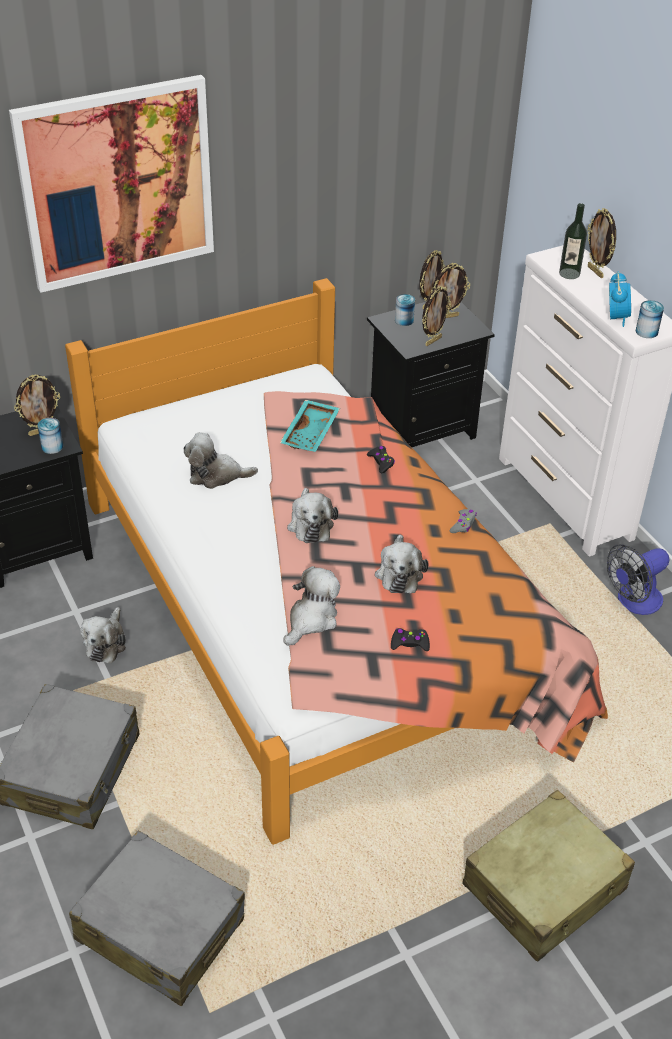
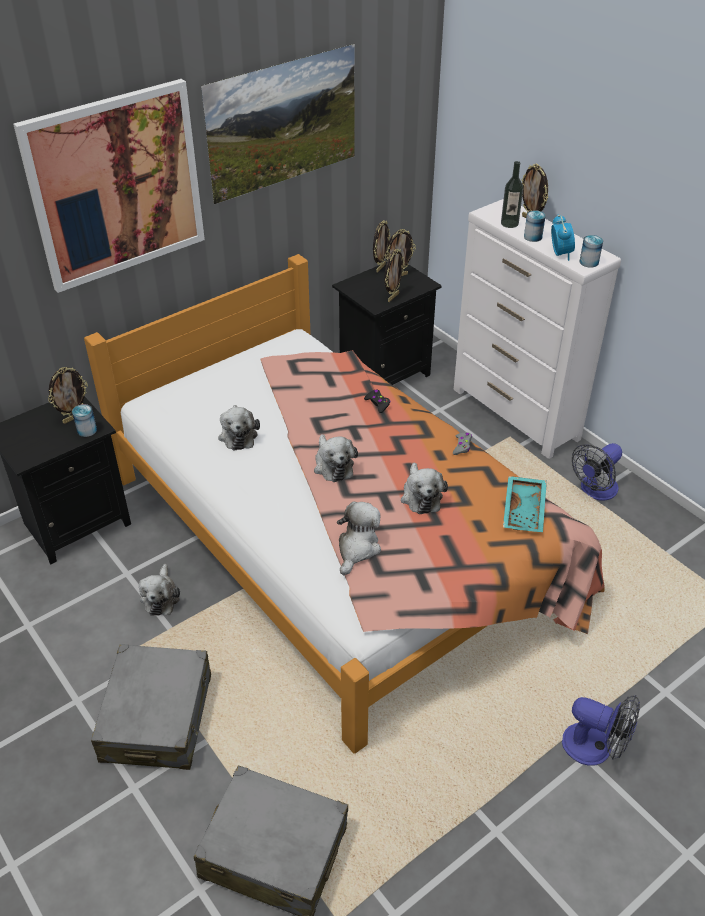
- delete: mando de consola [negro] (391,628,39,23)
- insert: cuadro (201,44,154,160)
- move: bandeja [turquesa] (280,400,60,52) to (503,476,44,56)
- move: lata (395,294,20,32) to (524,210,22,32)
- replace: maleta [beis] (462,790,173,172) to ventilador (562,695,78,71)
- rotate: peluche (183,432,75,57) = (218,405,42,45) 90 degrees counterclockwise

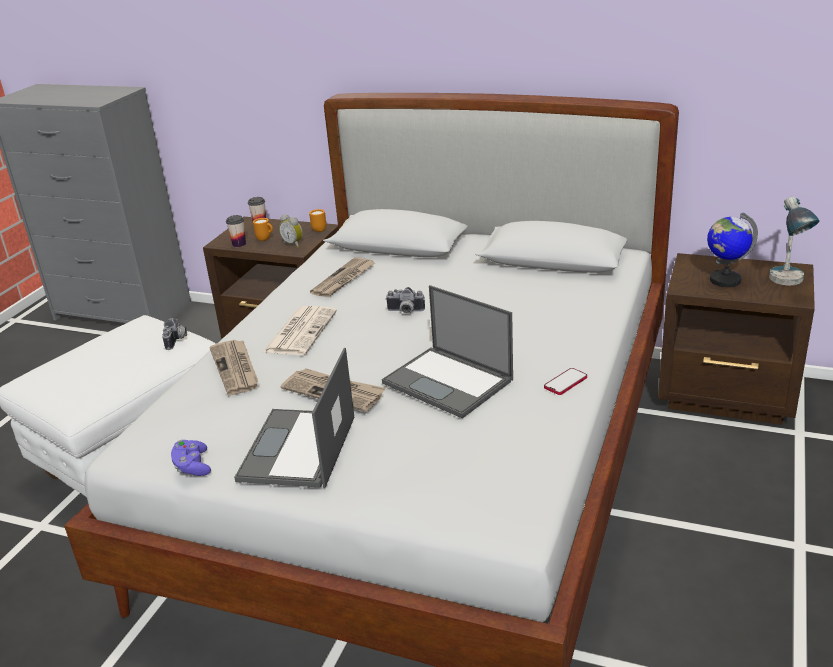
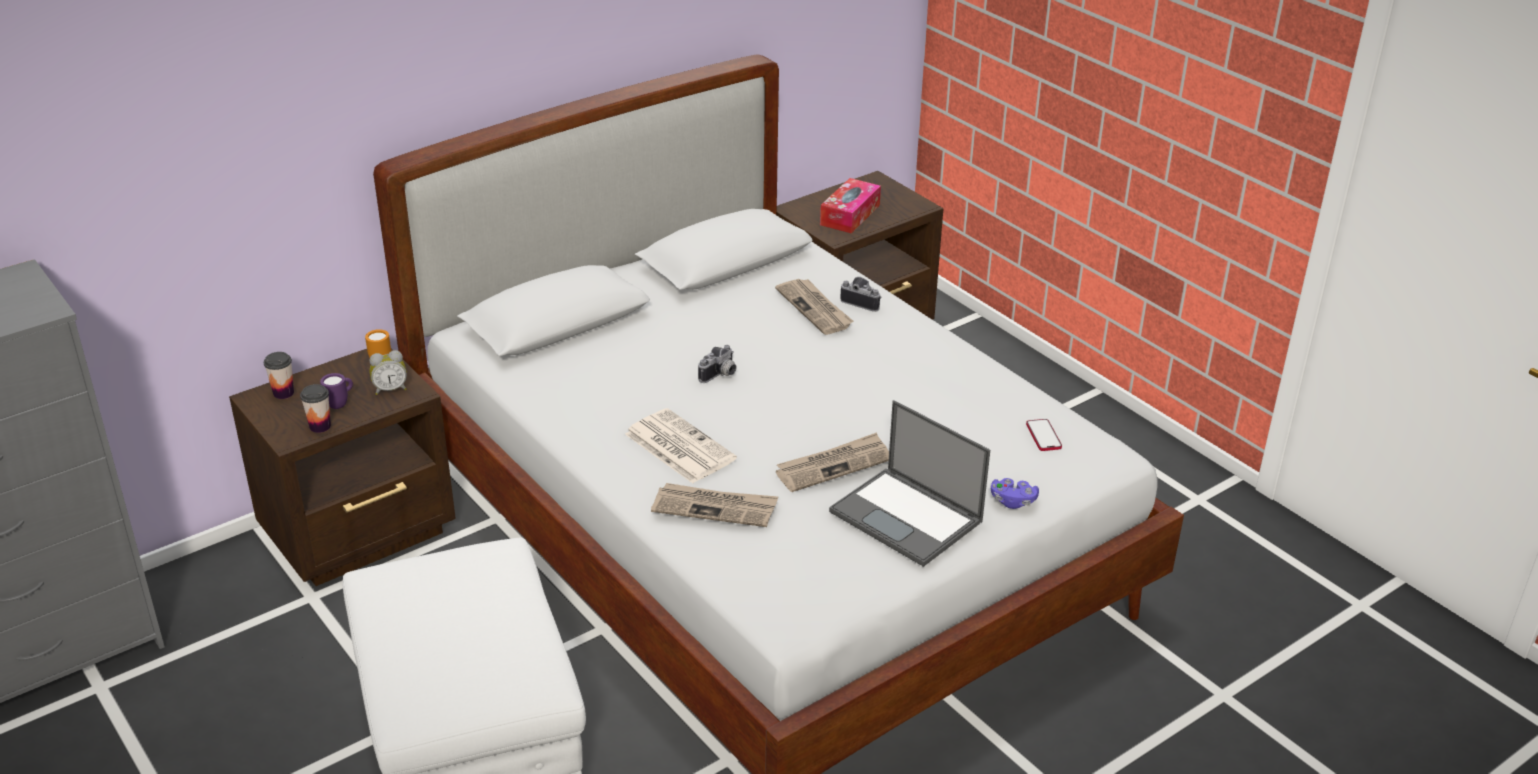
- delete: portátil (382,285,131,133)
- delete: lámpara de mesa (769,196,50,90)
- move: cámara (162,318,25,32) to (840,277,42,35)
- move: mando de consola [morado] (171,440,40,36) to (991,478,48,31)
- move: periódico (310,257,65,40) to (775,279,78,56)
- move: móvil (544,368,43,27) to (1026,419,36,32)
- replace: globo terráqueo (707,213,51,74) to caja de pañuelos (820,178,61,56)
- recolor: taza grande [naranja] (253,218,20,23) to taza grande [morado] (320,373,33,36)

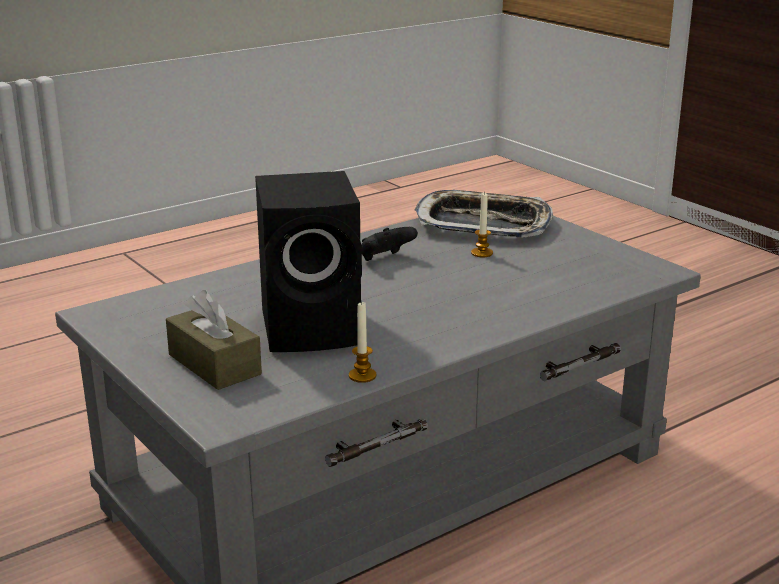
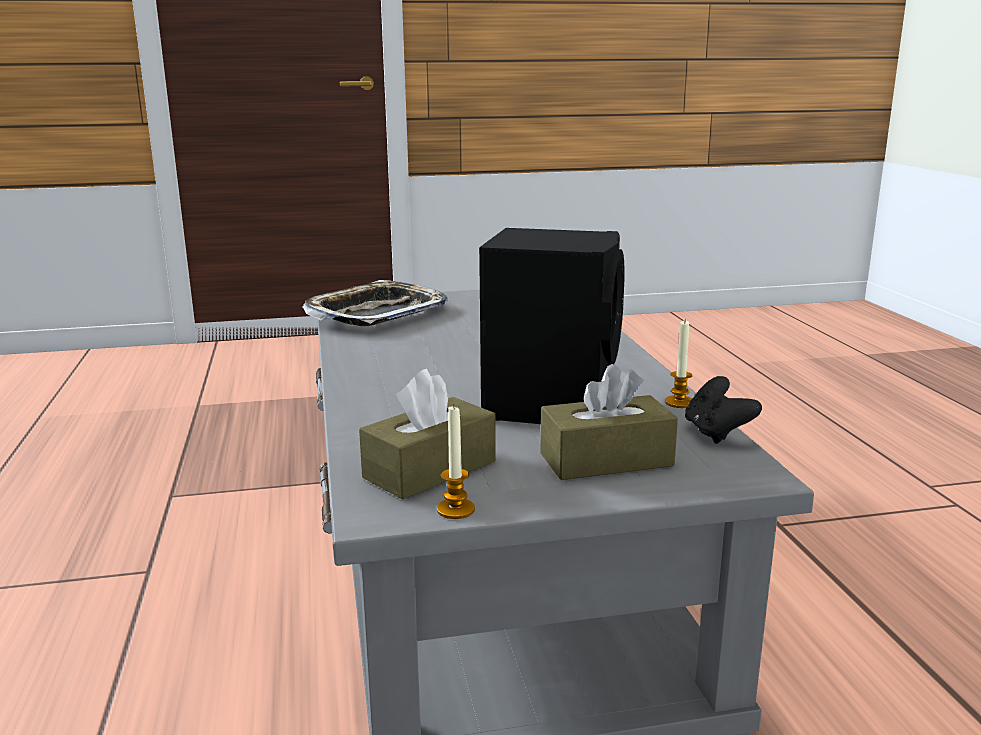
- insert: caja de pañuelos [marrón] (359,369,137,131)
- move: mando de consola [negro] (361,227,57,34) to (685,376,77,68)
- move: vela (471,191,22,66) to (437,404,38,115)

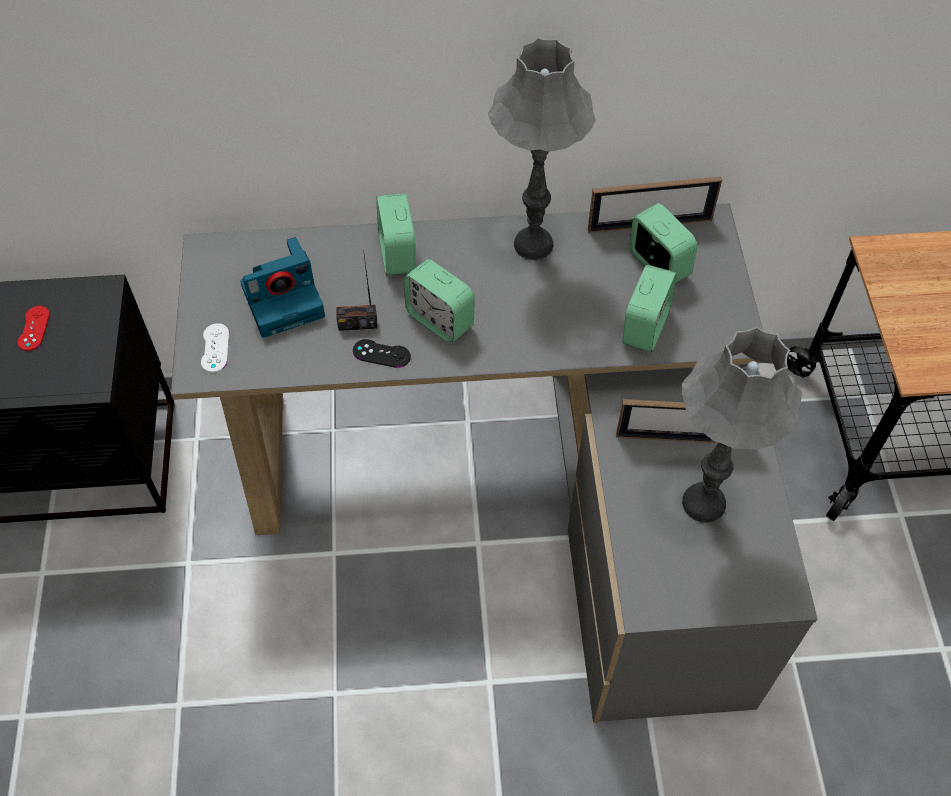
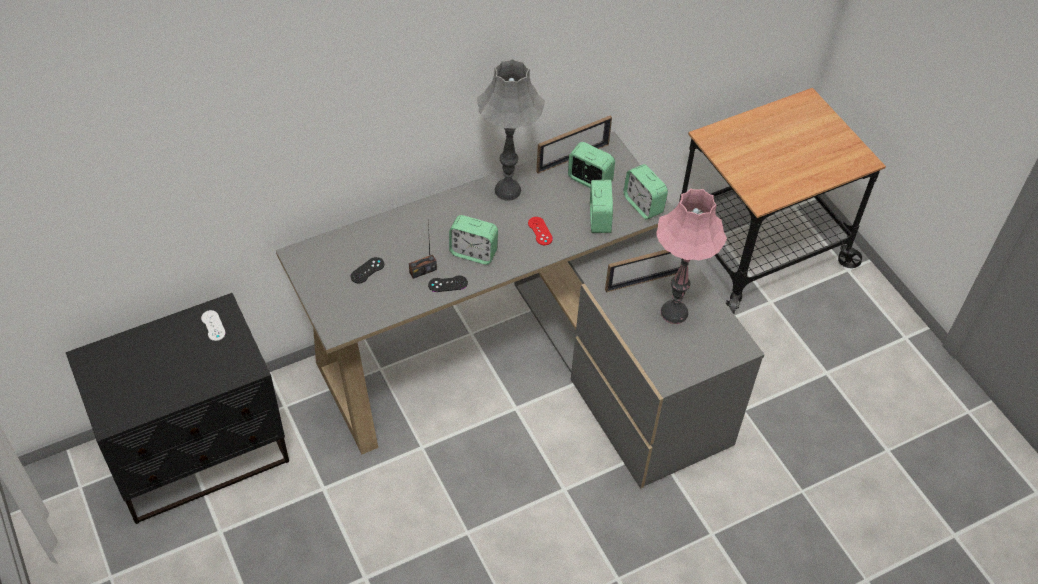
- move: mando de consola [rojo] (18,306,32,45) to (528,217,25,28)
- move: mando de consola [blanco] (201,323,28,50) to (201,310,25,31)
- move: despertador (376,193,40,82) to (623,164,45,56)
- replace: cámara (240,237,85,101) to mando de consola [negro] (350,257,34,27)
- recolor: lámpara de mesa [gris] (682,326,120,197) to lámpara de mesa [rosa] (656,189,71,135)

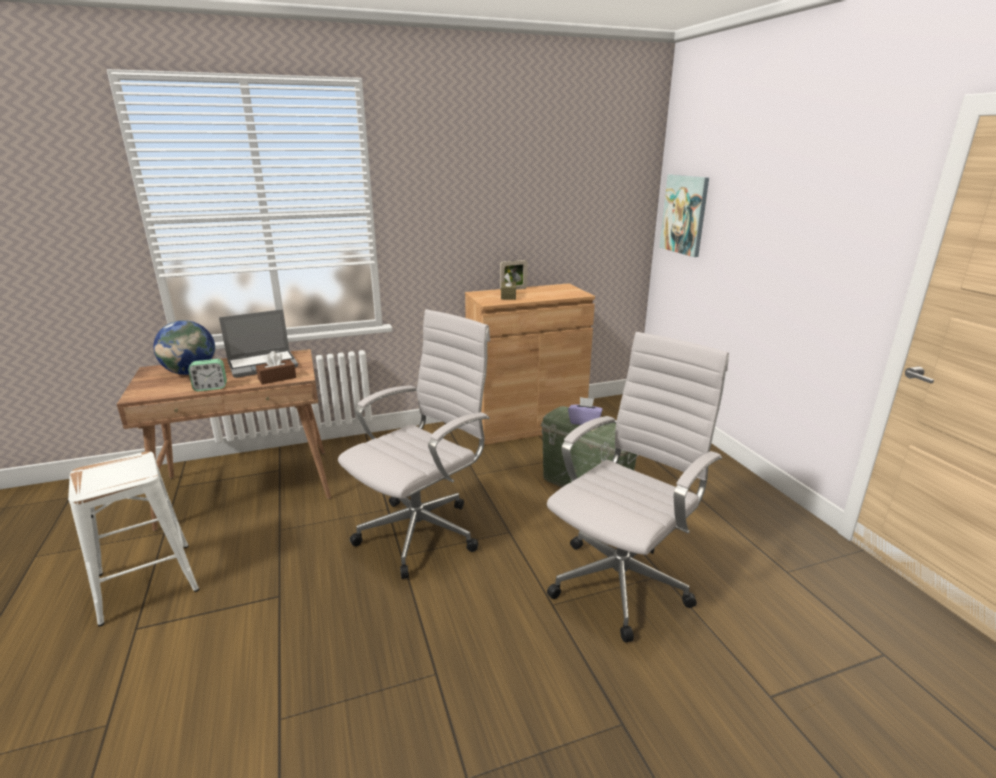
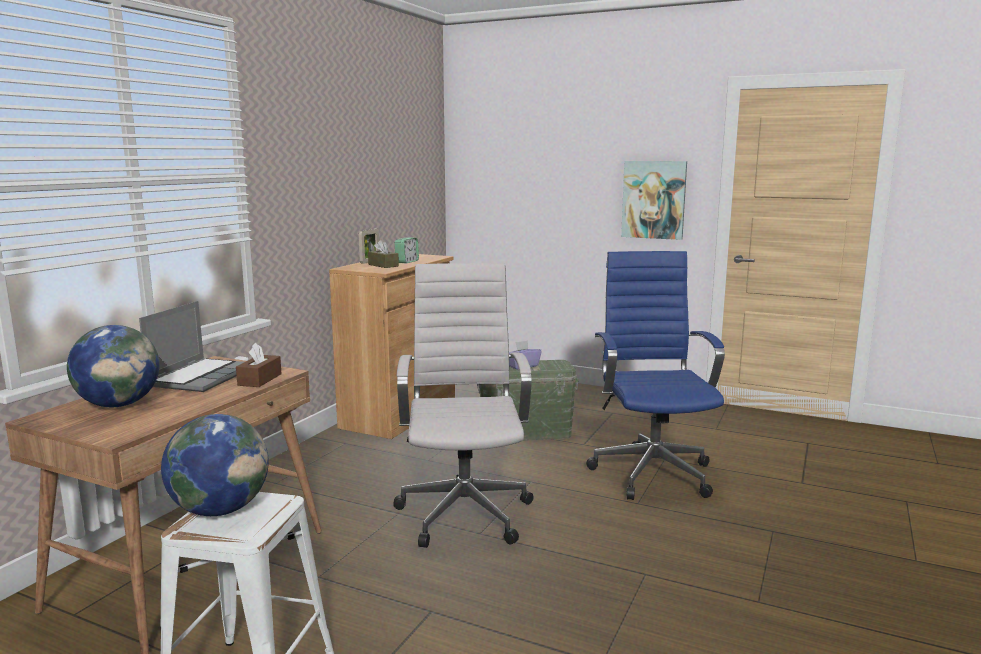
- insert: globo terráqueo (161,414,108,102)
- move: despertador (188,359,39,32) to (395,238,24,25)
- move: cuadro (659,175,50,82) to (621,161,66,79)
- recolor: silla de oficina [blanco] (547,332,182,310) to silla de oficina [azul] (586,251,139,249)

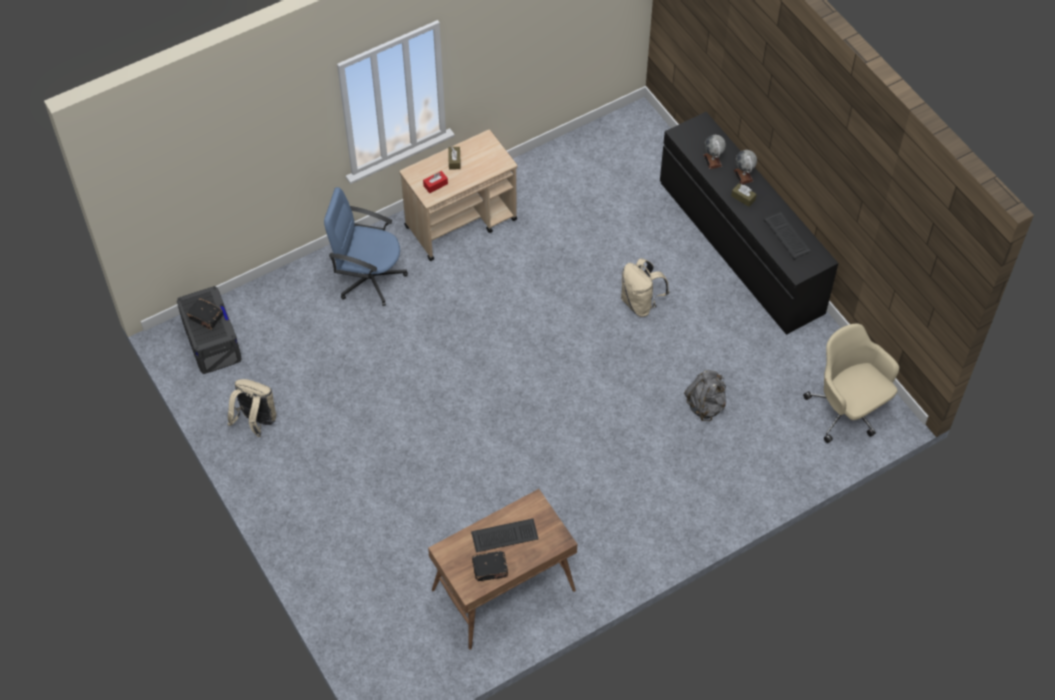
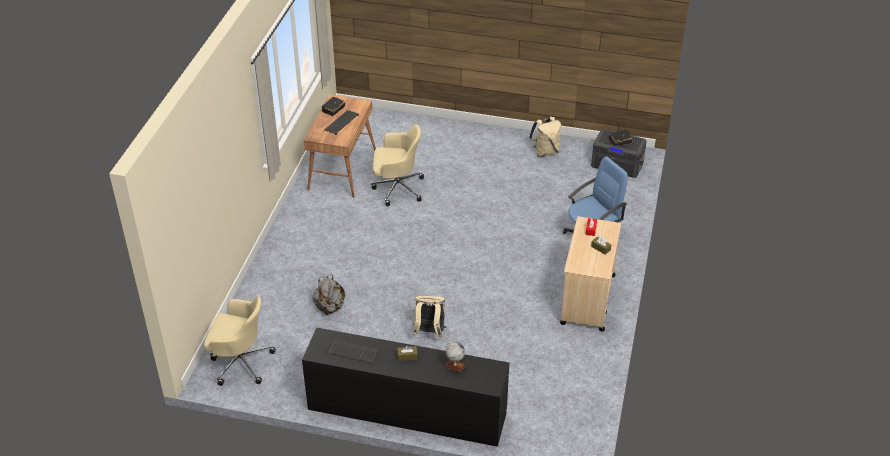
- delete: globo terráqueo (734,150,23,35)
- insert: silla de oficina [beis] (371,124,53,82)

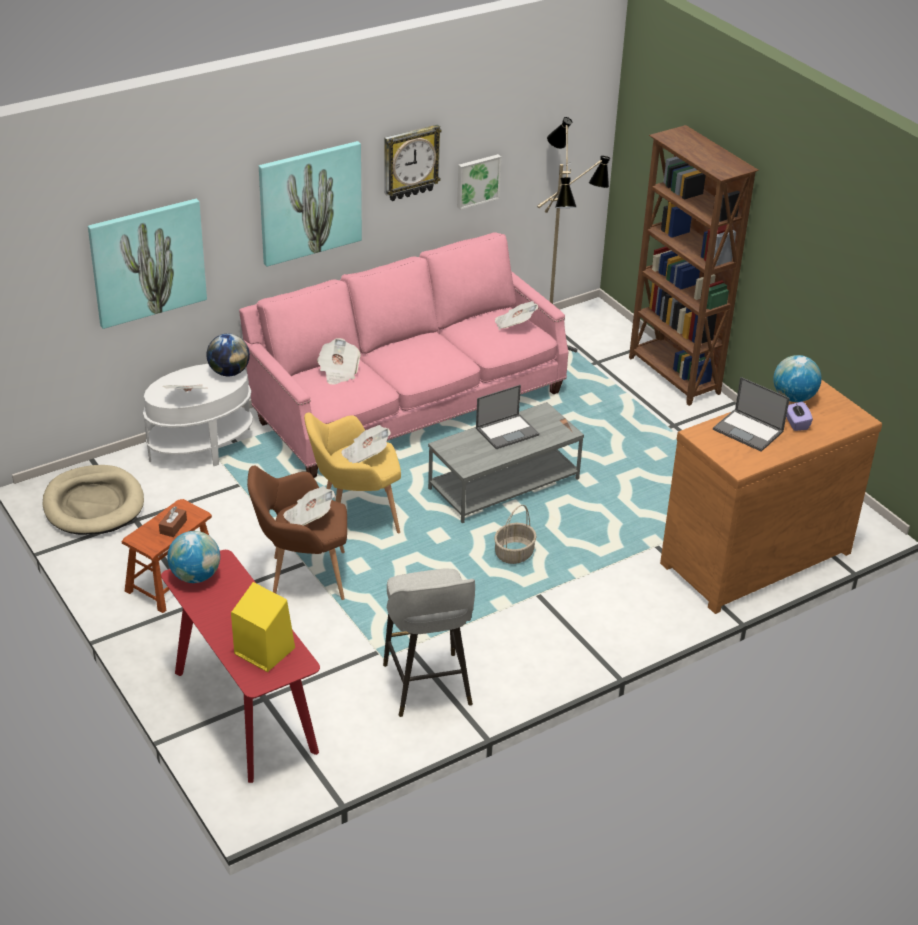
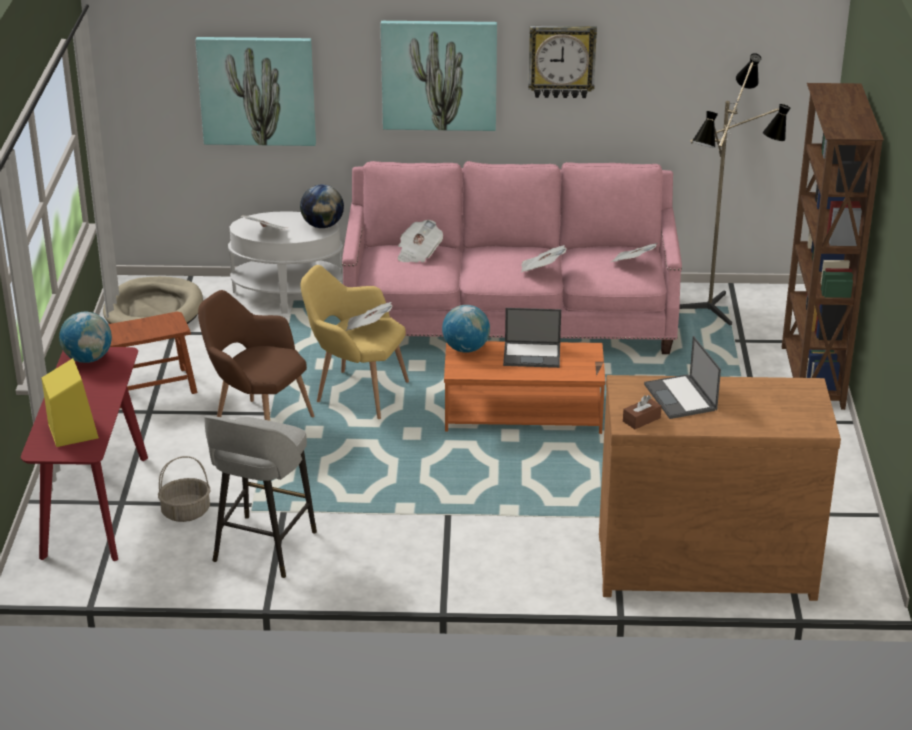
- delete: cuadro (457,154,44,56)
- delete: caja de pañuelos [morado] (786,401,27,30)
- move: caja de pañuelos [marrón] (159,506,28,31) to (623,395,39,34)
- move: periódico (283,486,52,40) to (521,245,46,27)
- move: cesta (494,505,43,59) to (158,456,52,66)
- move: globo terráqueo (773,355,49,47) to (442,305,48,48)
- recolor: mesa de centro [gris] (428,402,156,121) to mesa de centro [naranja] (444,341,161,93)

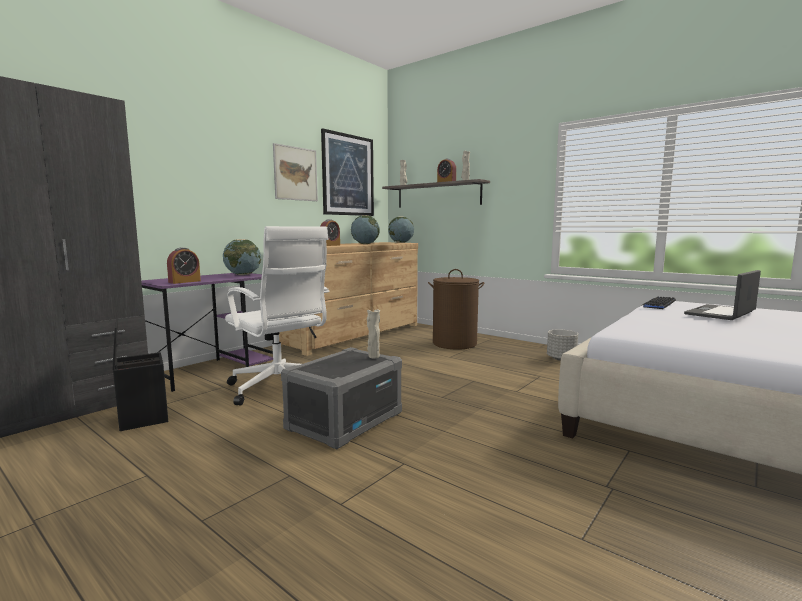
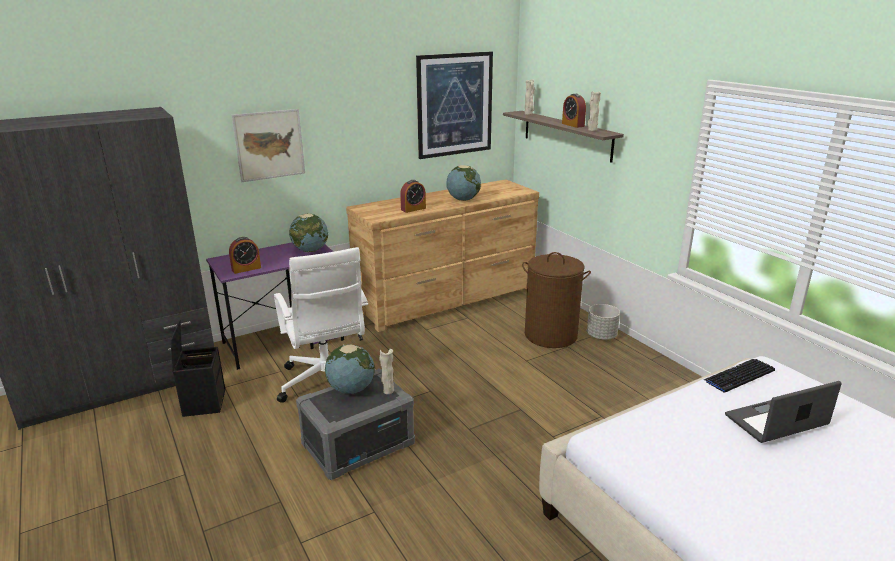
- move: cuadro (273,143,45,58) to (232,109,73,73)
- move: globo terráqueo (388,217,26,26) to (325,345,50,49)
- move: maceta [gris] (547,329,31,32) to (587,304,33,36)

